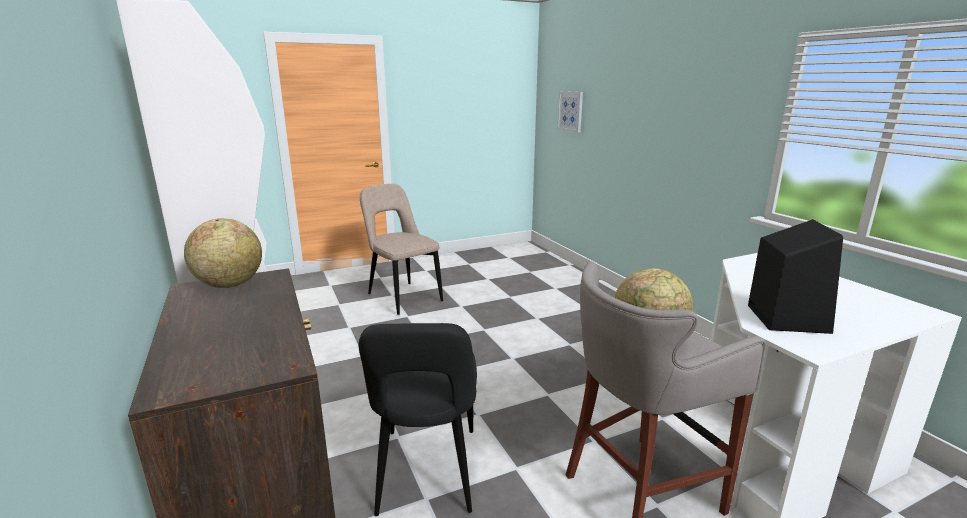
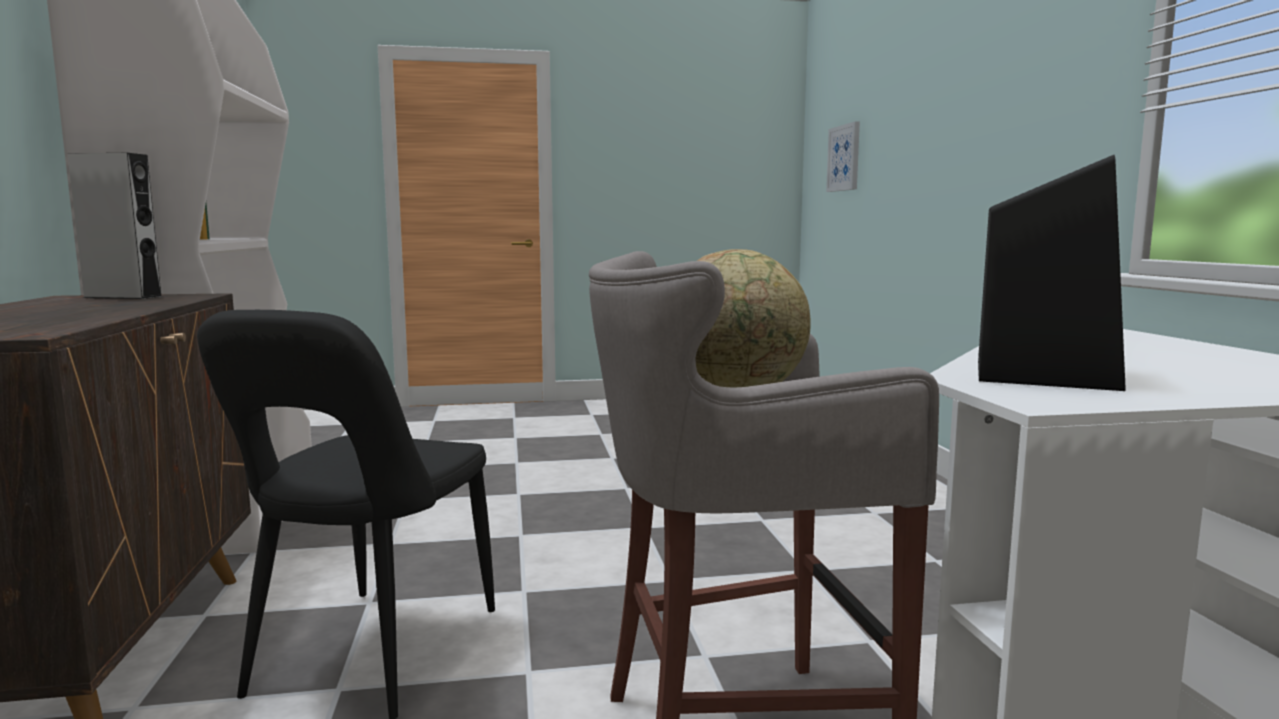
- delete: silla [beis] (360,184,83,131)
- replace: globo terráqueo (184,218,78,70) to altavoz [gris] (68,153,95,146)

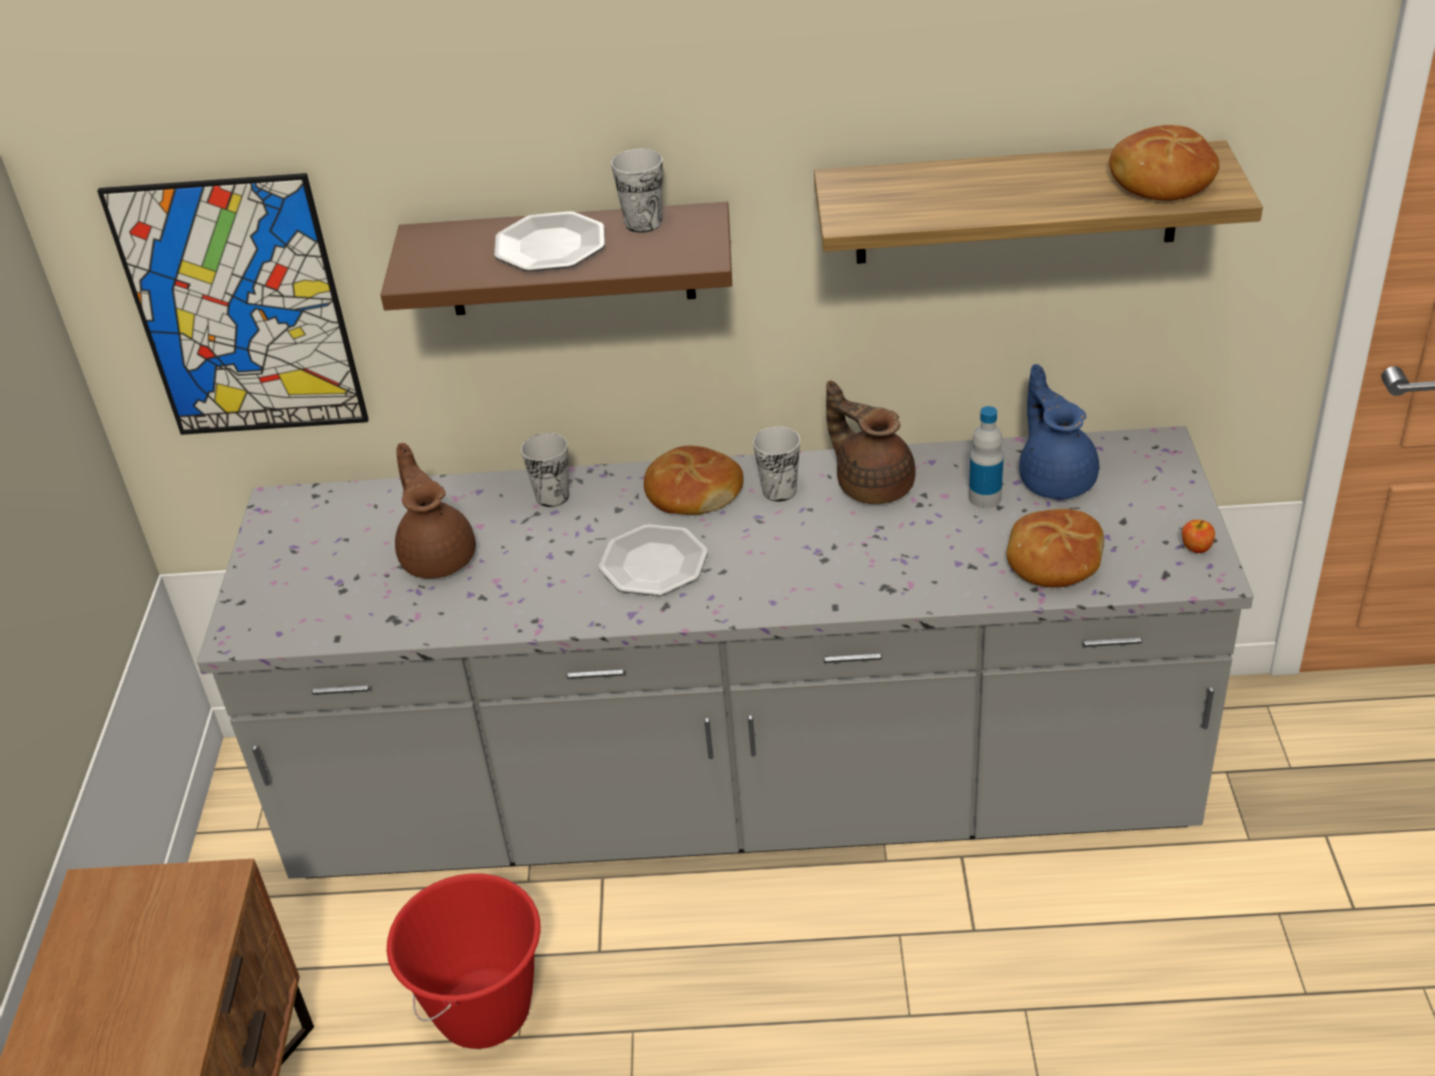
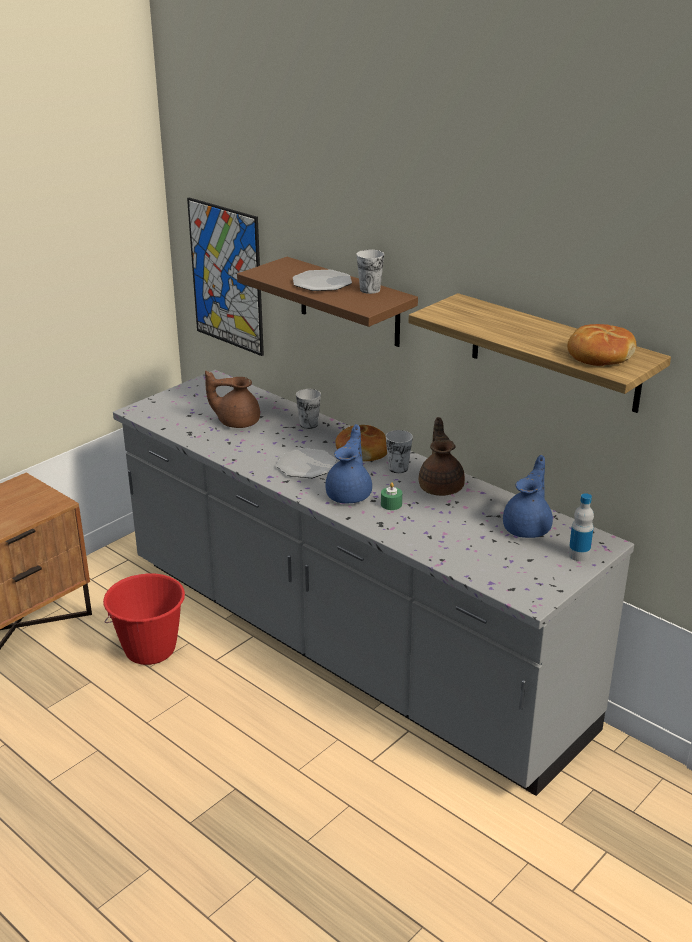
- delete: pan (1006,509,98,79)
- delete: manzana (1182,520,33,33)
- insert: tetera [azul] (325,424,47,79)
- insert: vela [verde] (381,482,21,28)
- move: botella (969,406,35,102) to (568,493,26,68)
- rotate: tetera [marrón] (395,443,81,136) = (205,371,55,57) 105 degrees counterclockwise

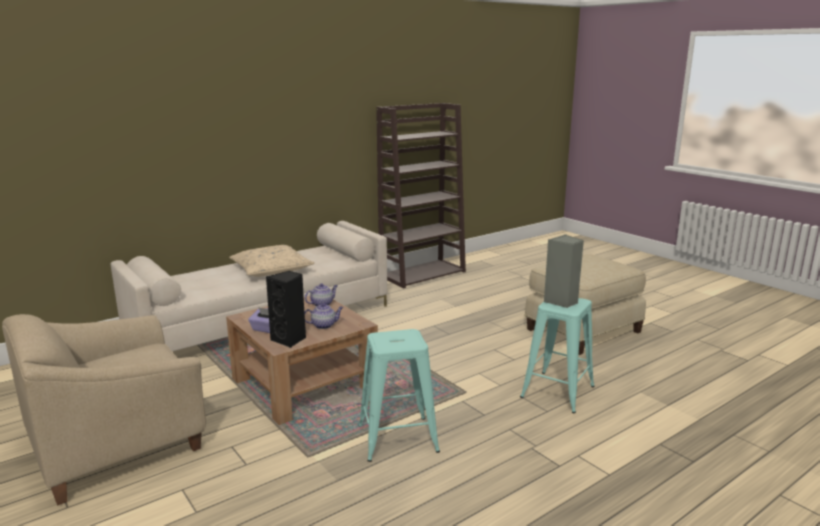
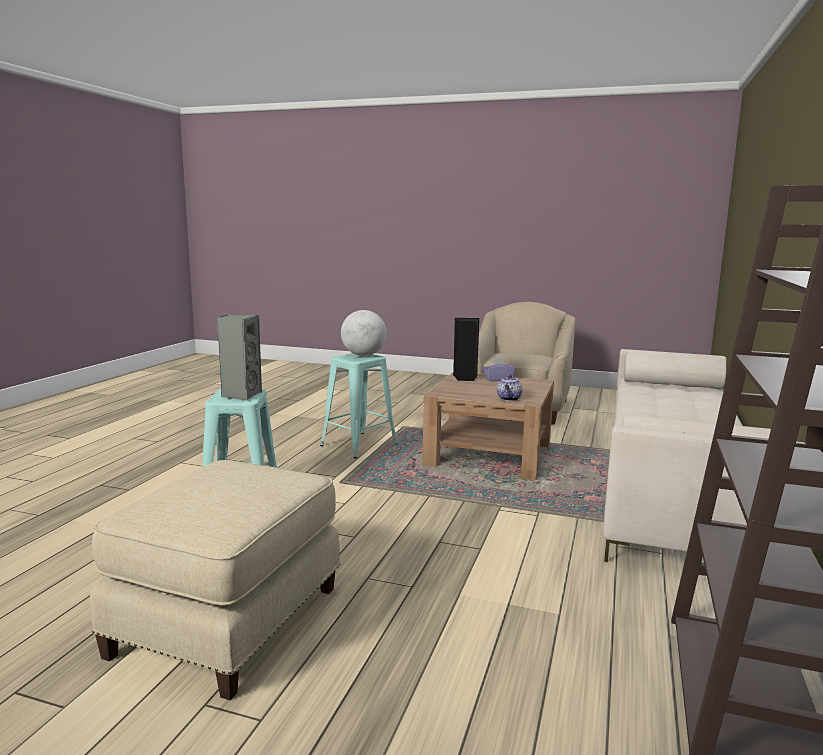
- delete: cojín [beis] (229,245,85,32)
- delete: tetera (304,303,39,26)
- insert: globo terráqueo (341,310,46,46)

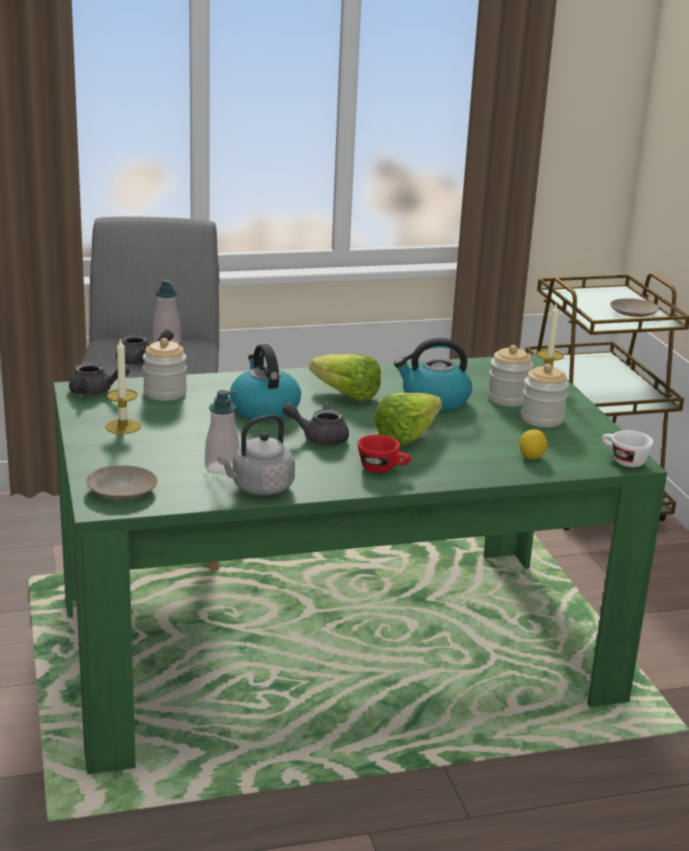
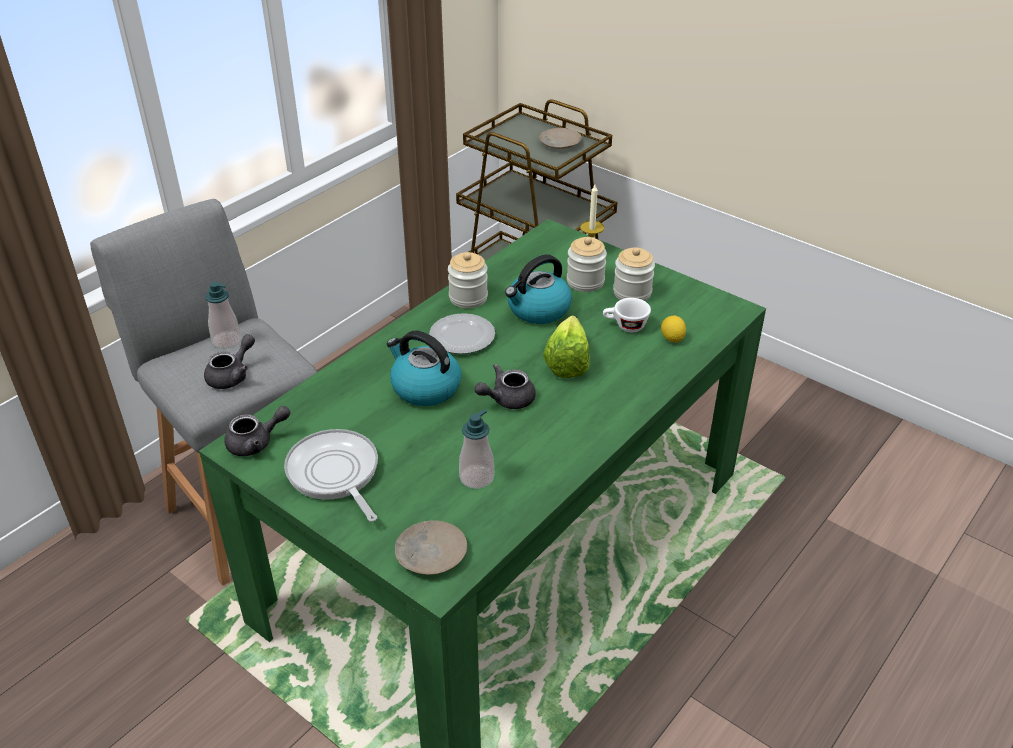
- delete: hervidor [gris] (217,414,78,81)
- delete: taza [rojo] (357,435,54,38)
- move: tarro (143,338,44,63) to (448,252,40,56)
- move: taza [blanco] (602,430,52,37) to (603,298,48,34)
- replace: vela (106,338,35,96) to sartén (284,429,94,93)
- replace: lechuga (309,354,72,48) to plato (429,313,66,41)

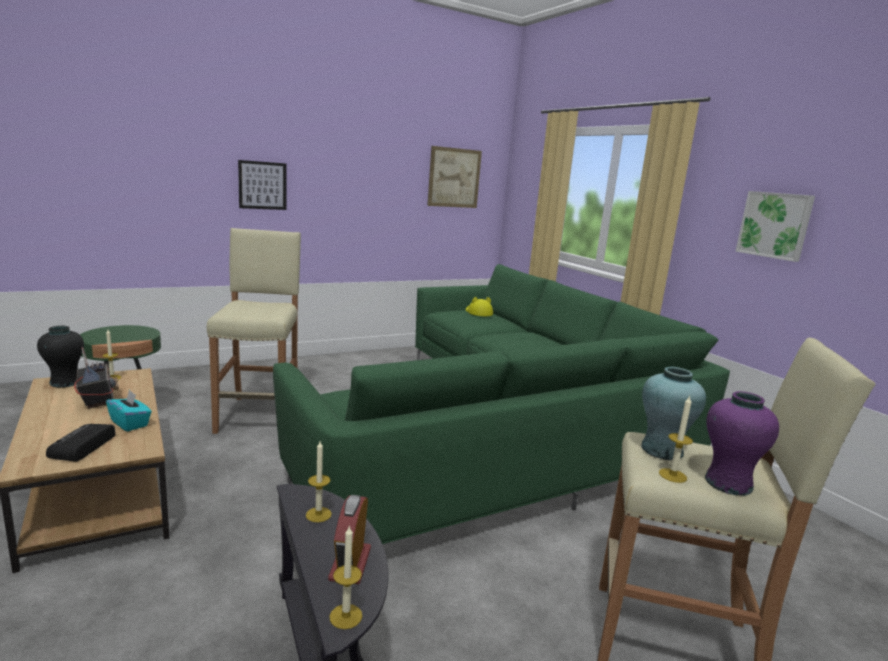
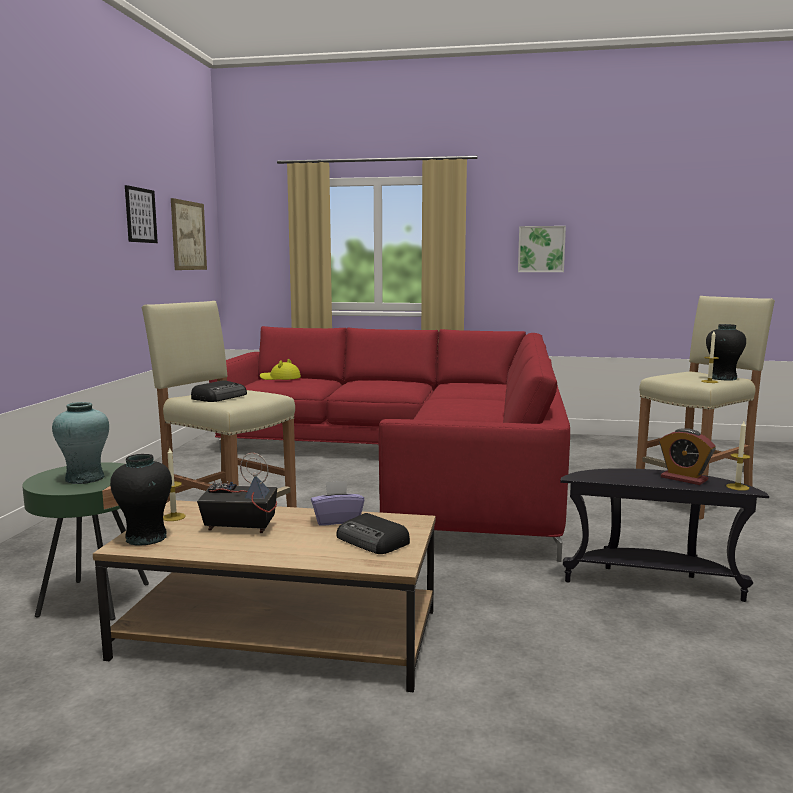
- delete: vela (306,441,26,81)
- insert: radio (191,380,56,22)
- move: cuadro (238,160,48,50) to (125,185,33,58)
- move: florero [turquesa] (641,367,65,94) to (52,402,57,82)
- recolor: caja de pañuelos [turquesa] (106,390,45,42) to caja de pañuelos [morado] (311,480,53,45)
- recolor: sofá [verde] (273,264,457,280) to sofá [rojo] (209,326,361,236)
- recolor: florero [morado] (705,391,74,105) to florero [negro] (706,324,40,57)

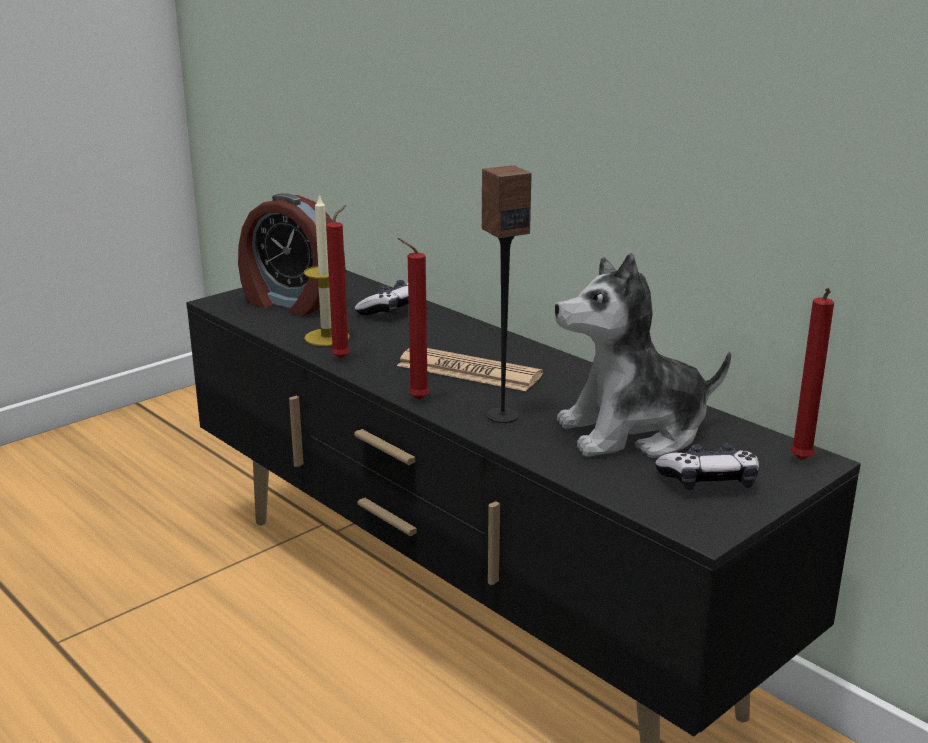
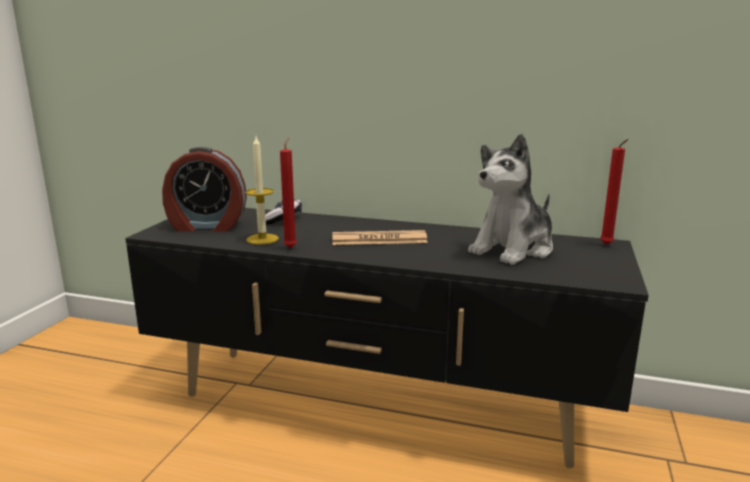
- delete: vela [rojo] (397,238,32,162)
- delete: altavoz (482,165,50,258)
- delete: mando de consola (655,443,104,47)

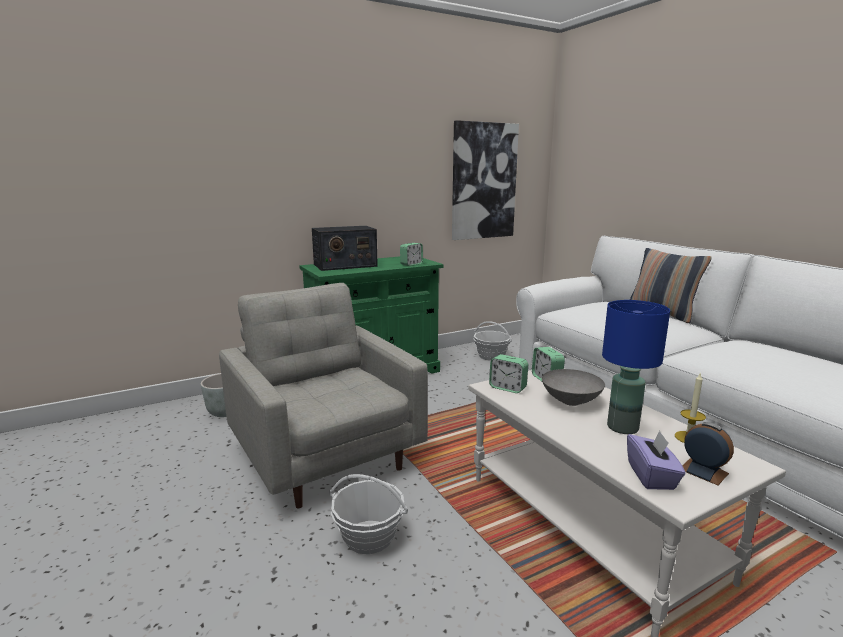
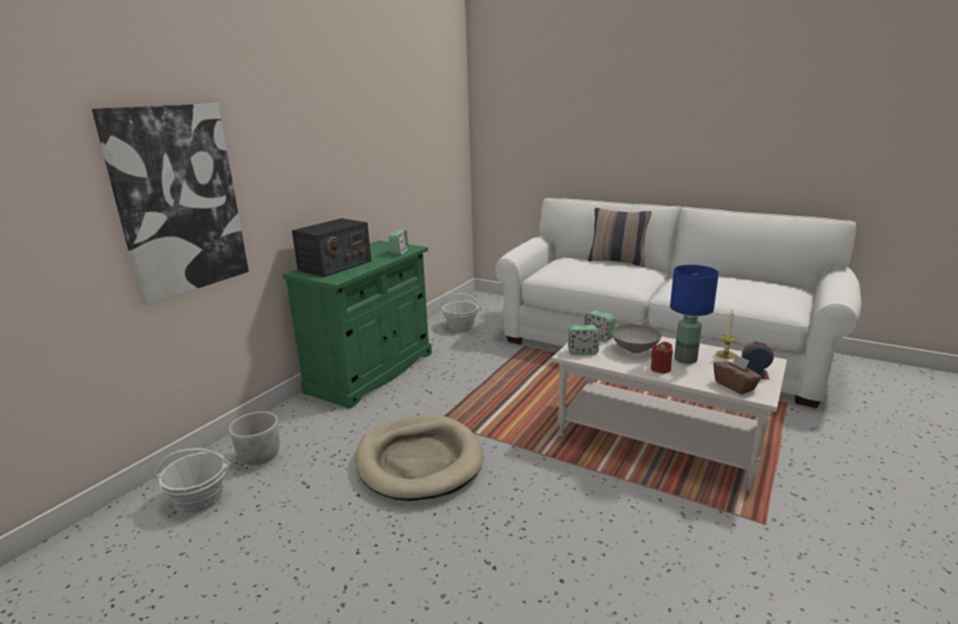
- insert: vela [rojo] (651,342,22,32)
- move: cesta (329,474,79,80) to (154,448,77,65)
- move: cuadro (452,120,67,120) to (92,103,157,202)
- replace: sillón [gris] (219,283,209,225) to cama para perro [beis] (355,415,129,86)
- recolor: caja de pañuelos [morado] (627,431,59,59) to caja de pañuelos [marrón] (713,354,49,40)

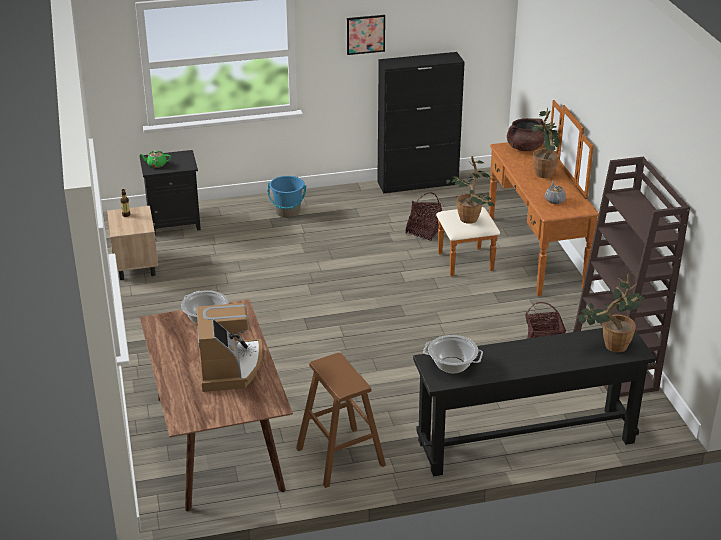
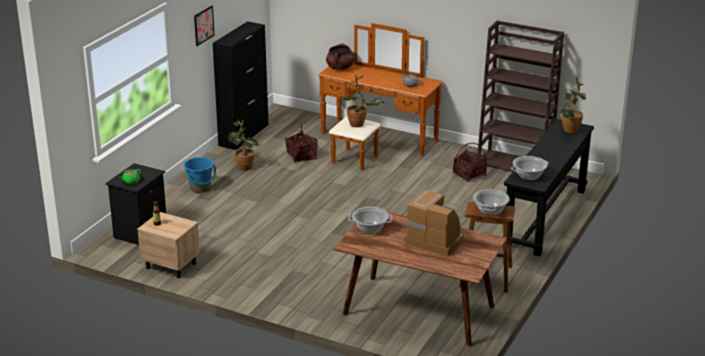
- insert: olla (473,189,37,26)
- move: planta en maceta (532,108,28,70) to (227,119,34,52)

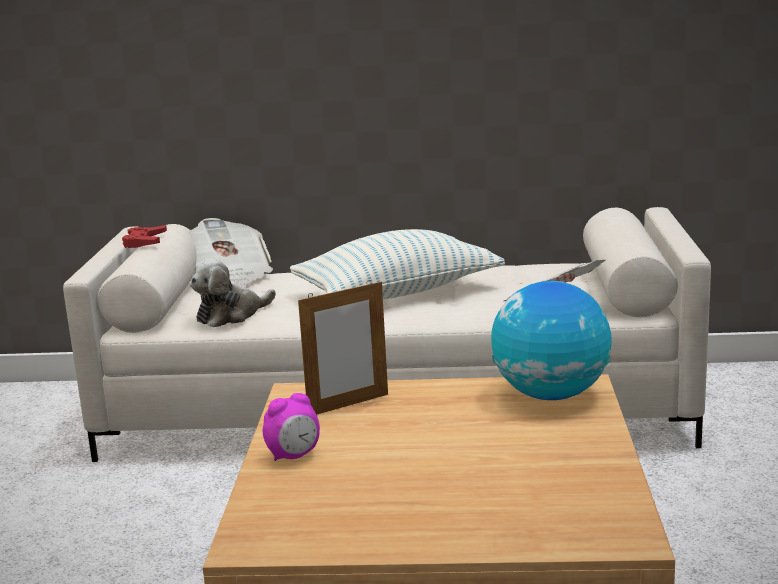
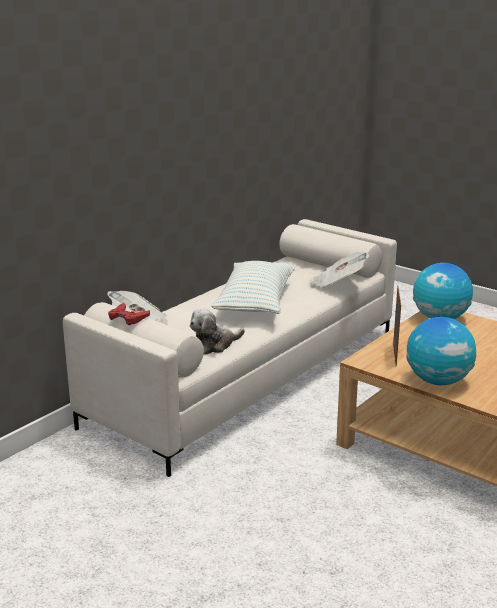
- replace: despertador (263,393,57,68) to globo terráqueo (406,317,70,68)
- rotate: peluche (190,259,86,69) = (189,309,56,46) 60 degrees clockwise

